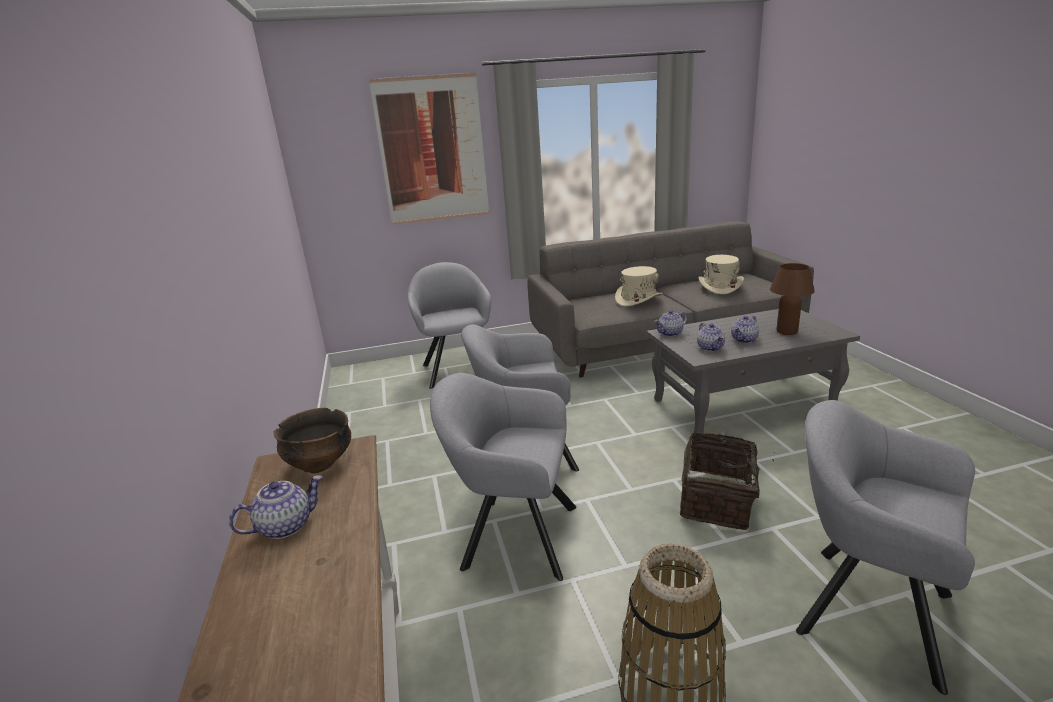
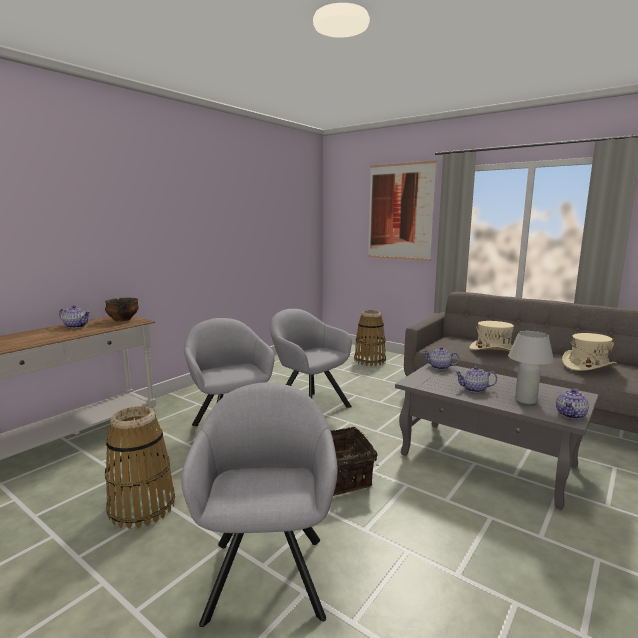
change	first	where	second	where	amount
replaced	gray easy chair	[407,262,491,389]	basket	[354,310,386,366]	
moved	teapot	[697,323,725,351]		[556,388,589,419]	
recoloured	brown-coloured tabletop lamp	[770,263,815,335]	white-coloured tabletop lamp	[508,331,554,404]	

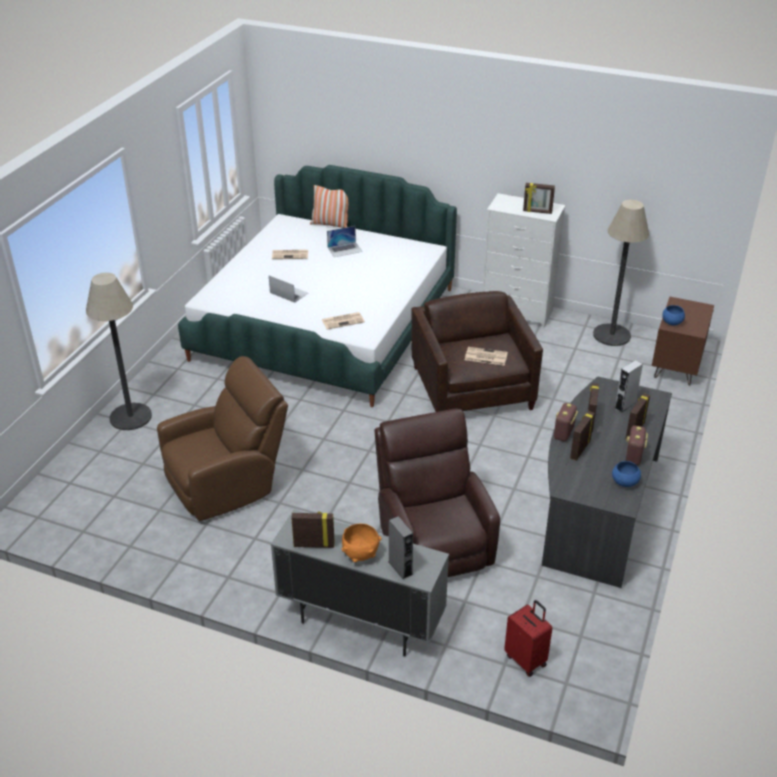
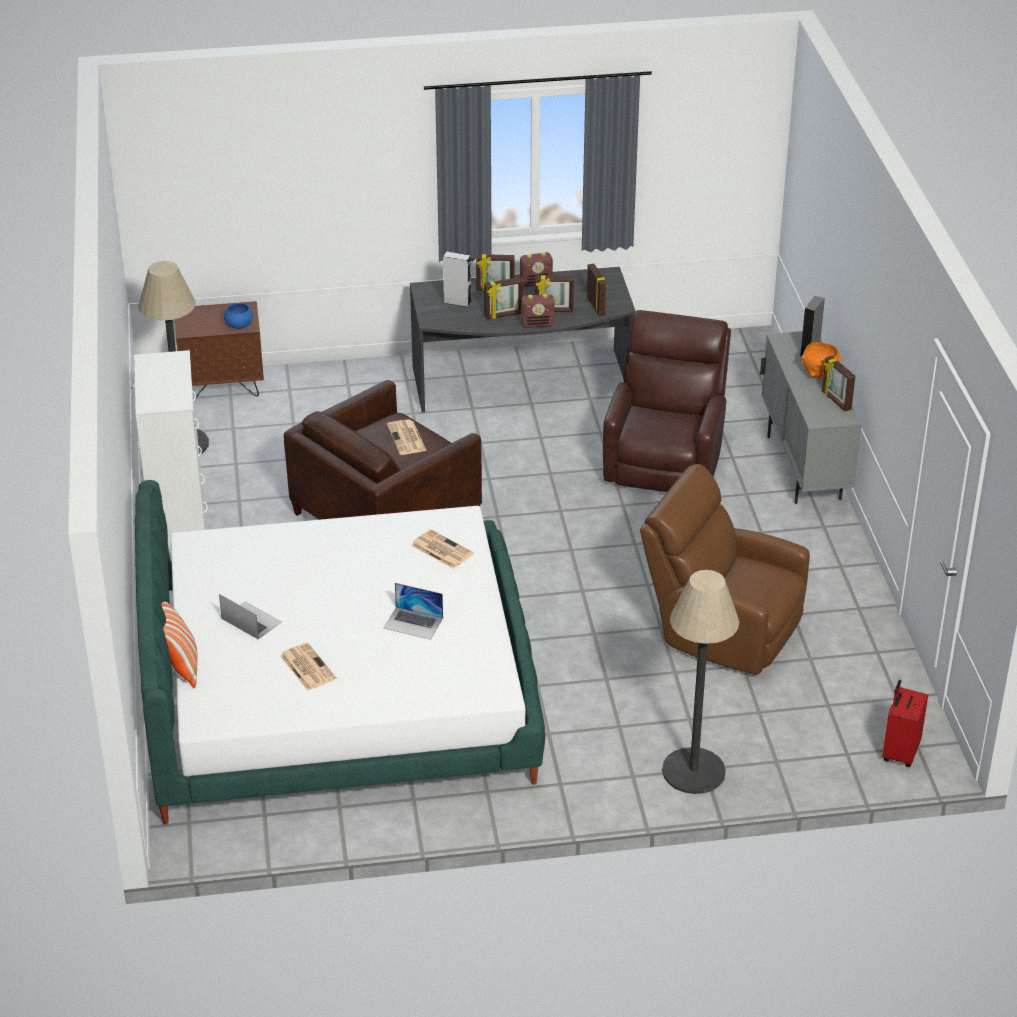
change	first	where	second	where	amount
turned	portable computer	[269,276,308,303]		[383,583,443,640]	75 degrees counterclockwise
turned	brown-coloured easy chair	[374,408,500,577]		[603,310,731,492]	150 degrees clockwise
moved	red-coloured travel case	[504,600,552,677]		[882,680,928,767]	
moved	standing frame	[523,183,555,214]		[587,264,608,316]	
removed	blue-coloured deep dish	[612,461,641,487]			

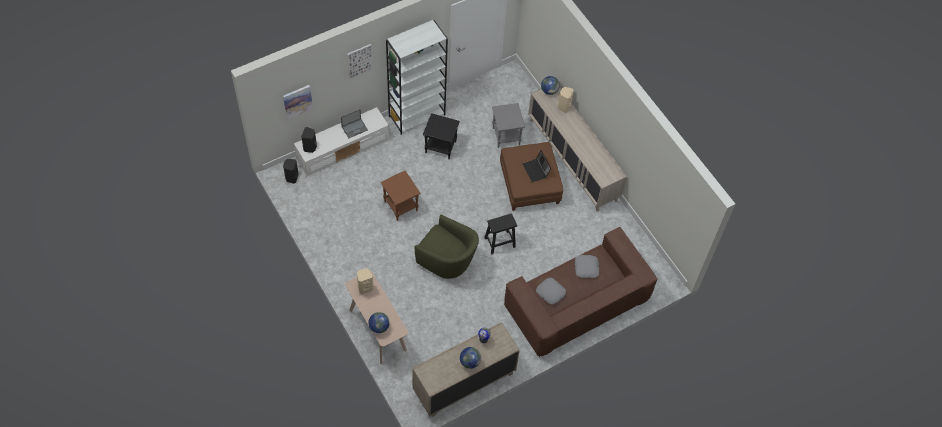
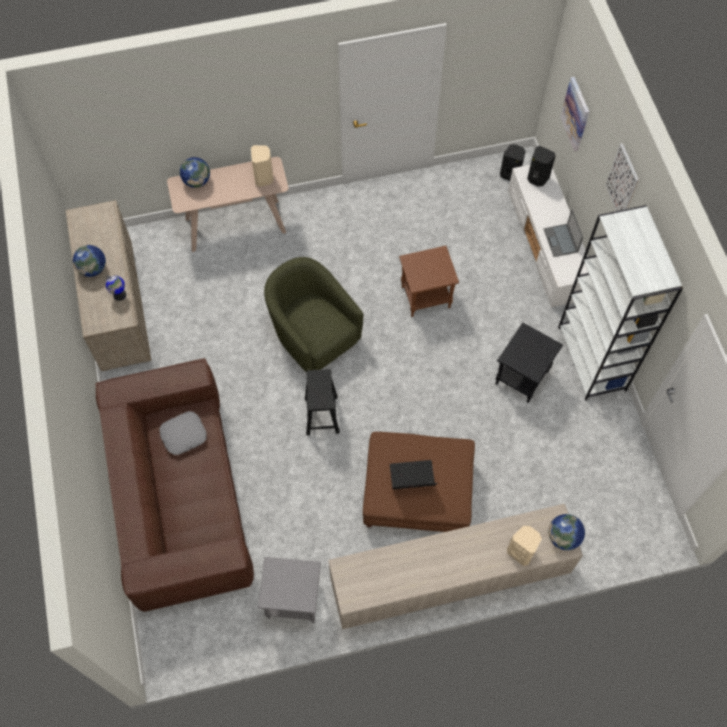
change	first	where	second	where	amount
turned	greenish easy chair	[414,215,479,279]		[264,257,363,372]	90 degrees clockwise
moved	gray accent table	[492,103,525,148]		[258,557,321,623]	
removed	gray throw pillow	[575,255,599,278]			

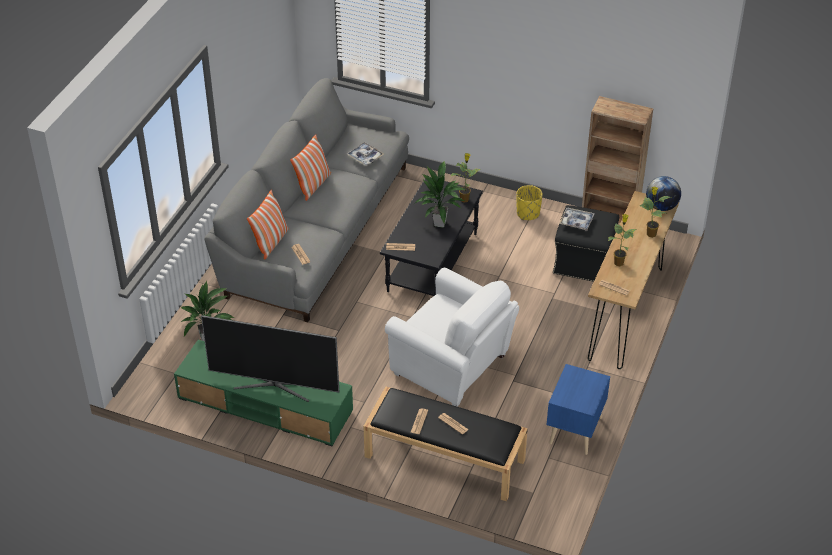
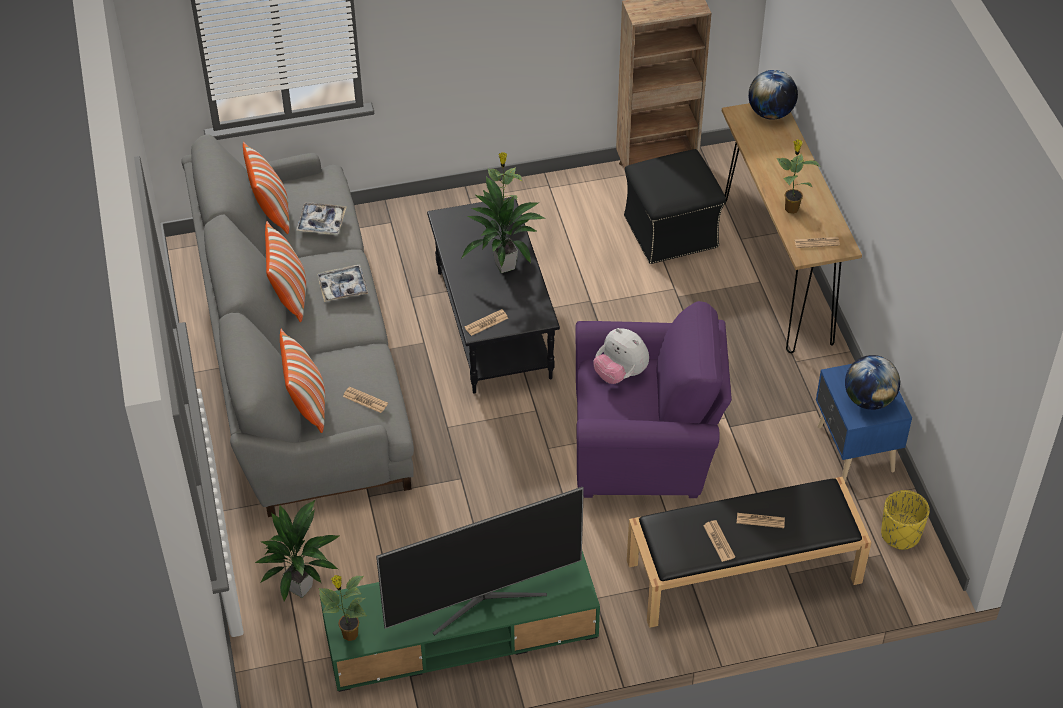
change	first	where	second	where	amount
recoloured	white-coloured easy chair	[385,267,519,407]	purplish easy chair	[575,301,732,498]	
moved	yellowish planter	[516,185,543,220]		[881,490,930,550]	
moved	serving tray	[559,208,594,231]		[317,265,368,302]	
moved	houseplant	[639,186,671,238]		[319,575,367,641]	
added			throw pillow	[243,141,289,234]	
added			soft toy	[593,328,649,384]	
added			desk globe	[845,355,900,410]	

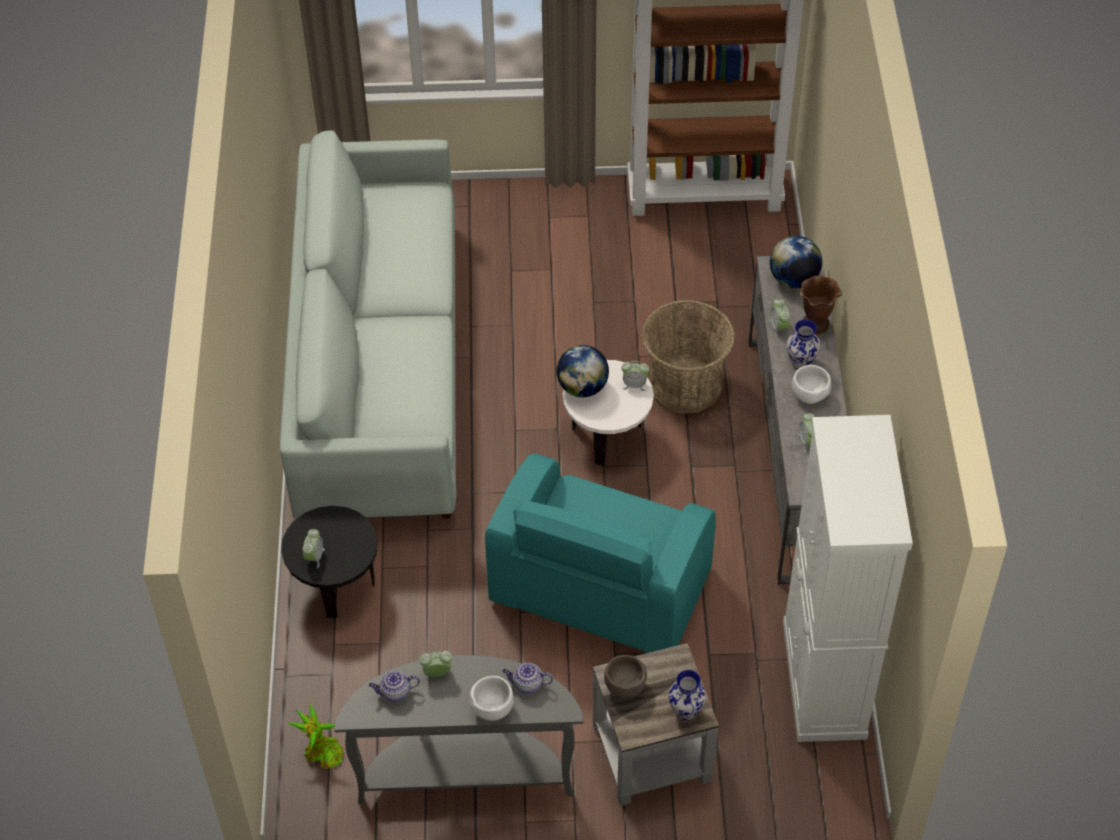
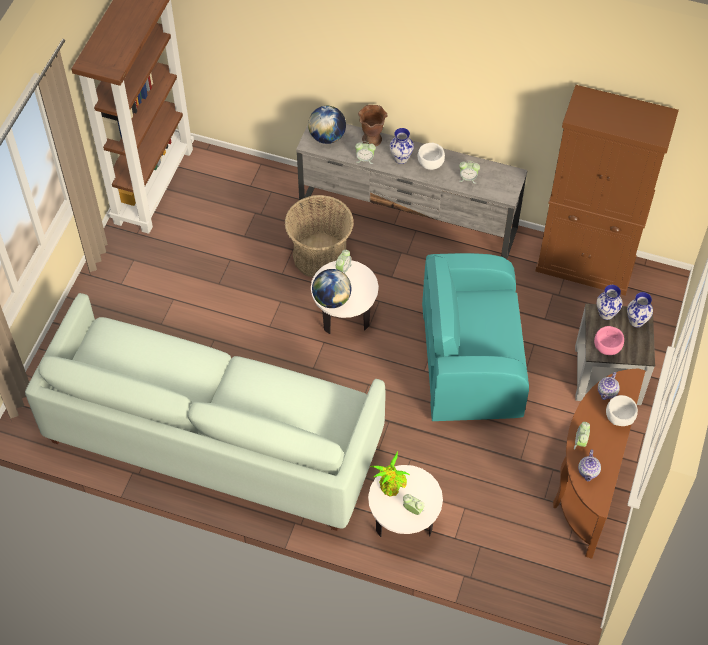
change	first	where	second	where	amount
recoloured	black-coloured accent table	[281,506,378,618]	white-coloured accent table	[368,465,443,537]	
moved	houseplant	[288,703,343,769]		[370,451,410,497]	
recoloured	gray console table	[334,655,583,804]	brown-coloured console table	[553,368,645,559]	
turned	blue-green easy chair	[485,453,716,653]		[422,253,529,421]	135 degrees clockwise
recoloured	brown-coloured deep dish	[604,655,647,698]	pink-coloured deep dish	[594,326,624,355]	
recoloured	white-coloured cupboard	[783,415,913,742]	brown-coloured cupboard	[535,85,679,296]	
added			vase	[597,285,622,320]	

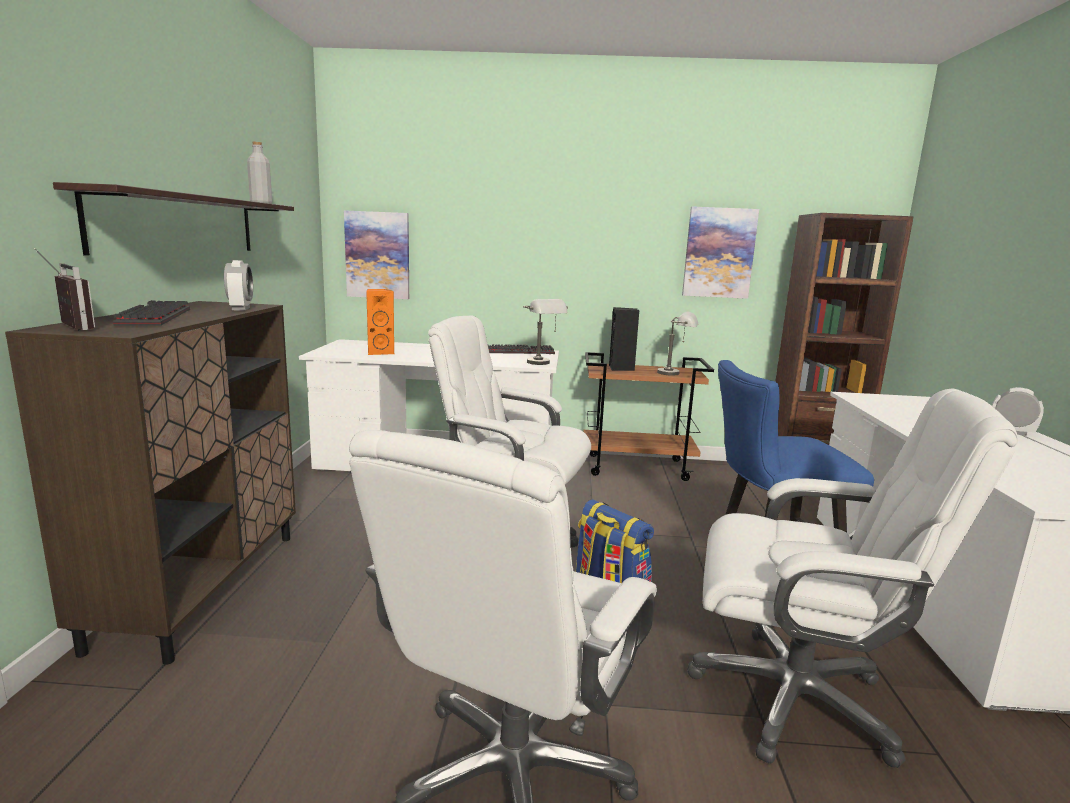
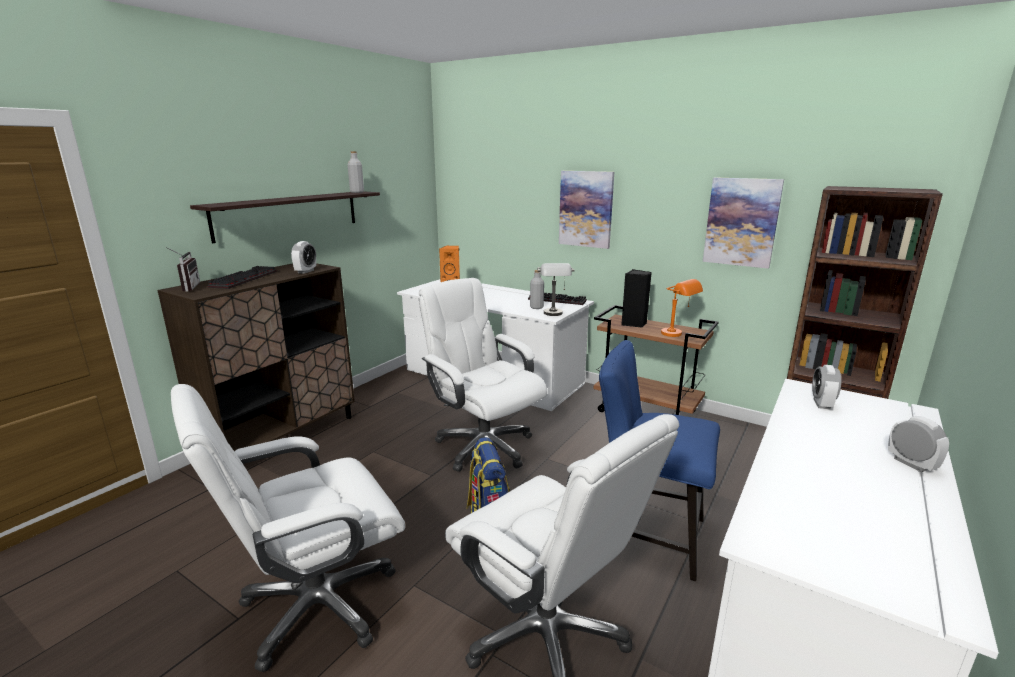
change	first	where	second	where	amount
moved	wall art	[344,210,409,299]		[559,171,614,249]	
recoloured	gray tabletop lamp	[657,312,698,376]	orange tabletop lamp	[661,279,703,337]	
added			gray bottle	[530,270,544,309]	
added			table clock	[812,365,841,409]	

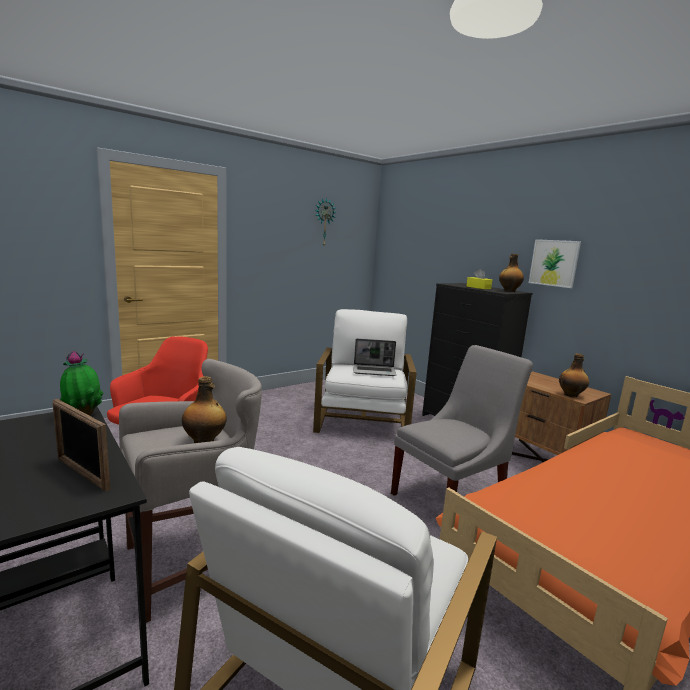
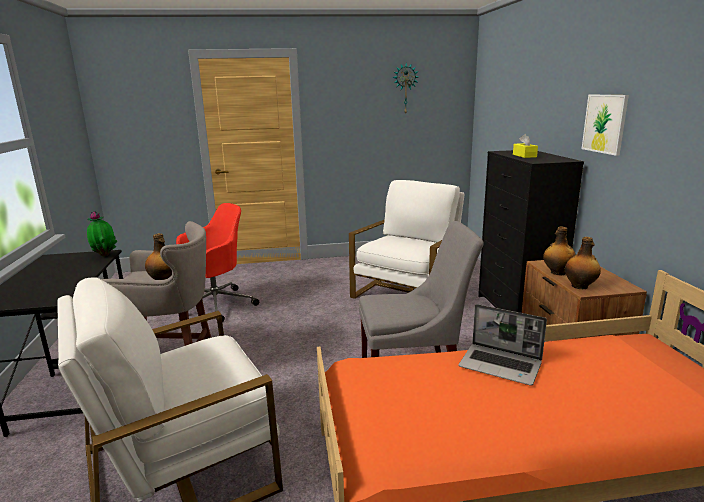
change	first	where	second	where	amount
removed	standing frame	[52,399,110,491]			
moved	portable computer	[353,339,396,376]		[458,304,547,386]	
moved	bottle	[499,254,524,292]		[543,226,576,275]	

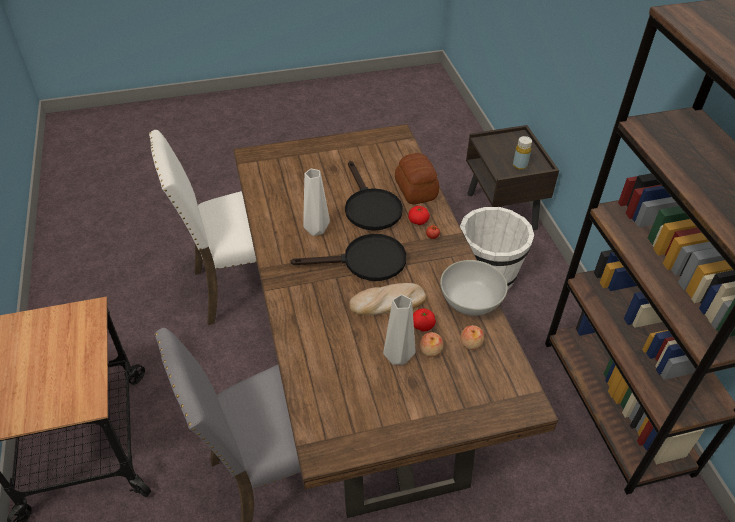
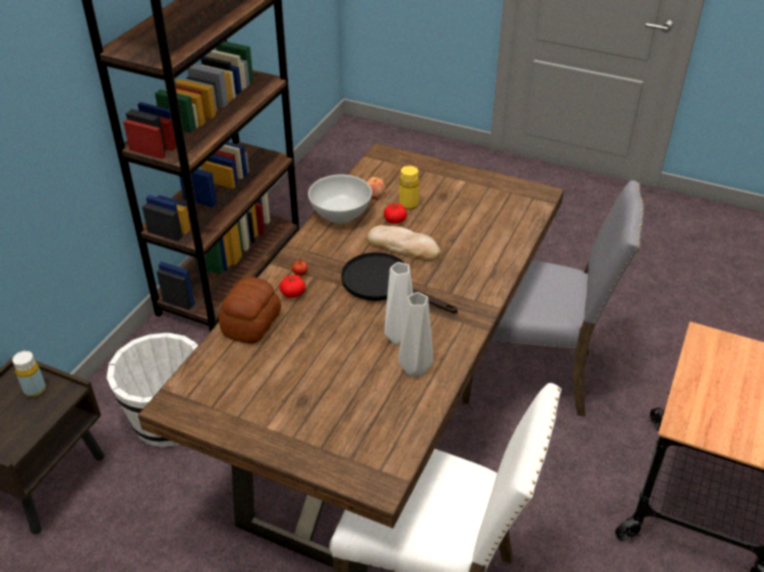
change	first	where	second	where	amount
removed	black-coloured skillet	[345,161,403,231]			
moved	gray vase	[383,295,415,365]		[398,292,433,376]	
replaced	whole apple	[420,332,443,357]	yellowish bottle	[399,166,419,210]	

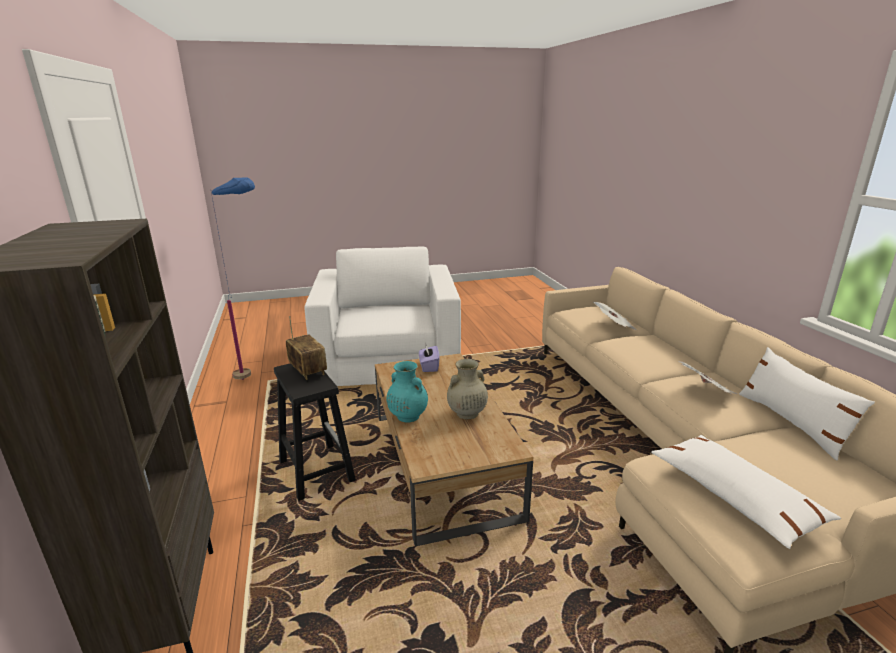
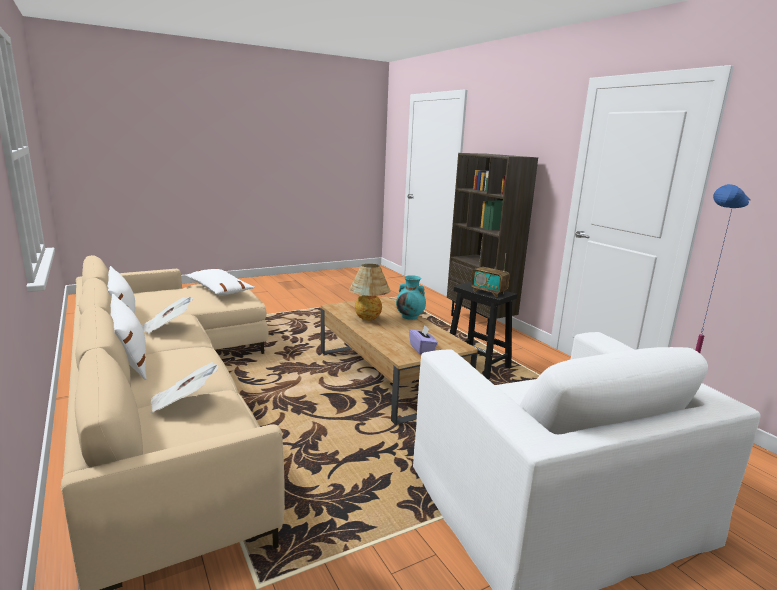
change	first	where	second	where	amount
replaced	beige-coloured vase	[447,359,488,419]	tabletop lamp	[349,264,391,321]	
added			white-coloured throw pillow	[111,294,147,380]	

